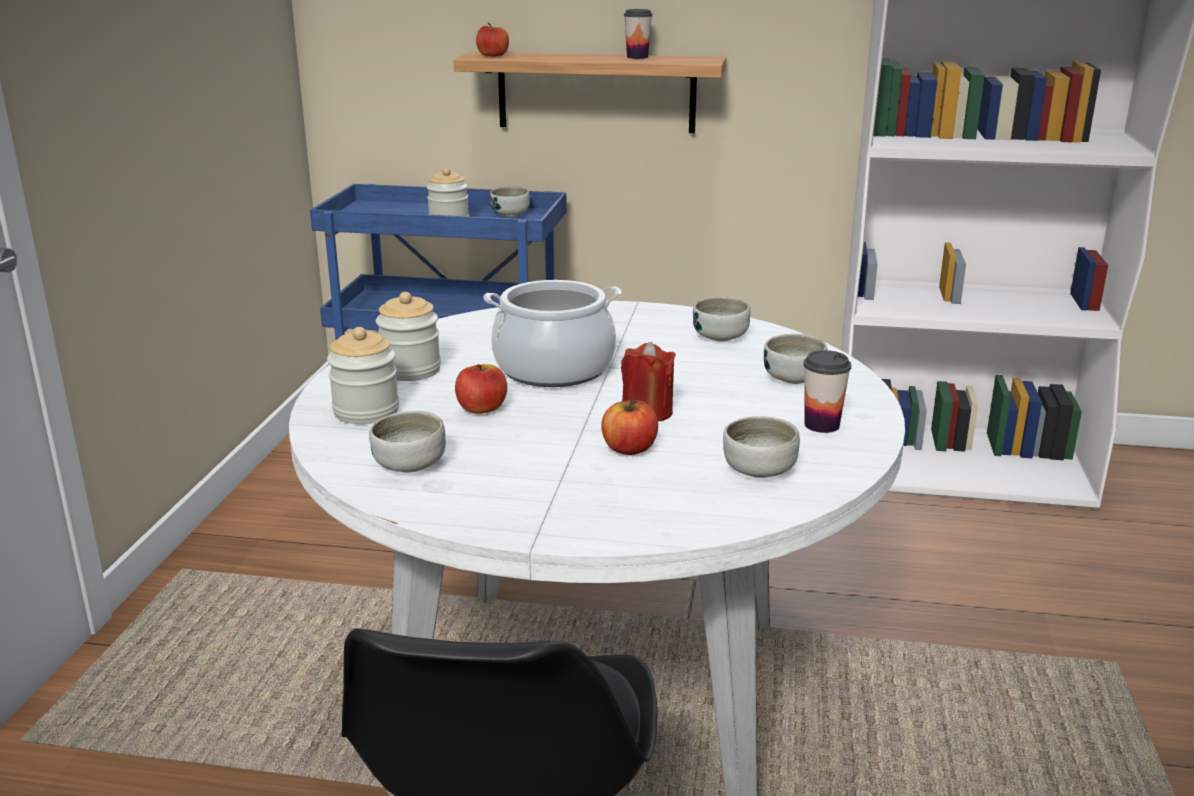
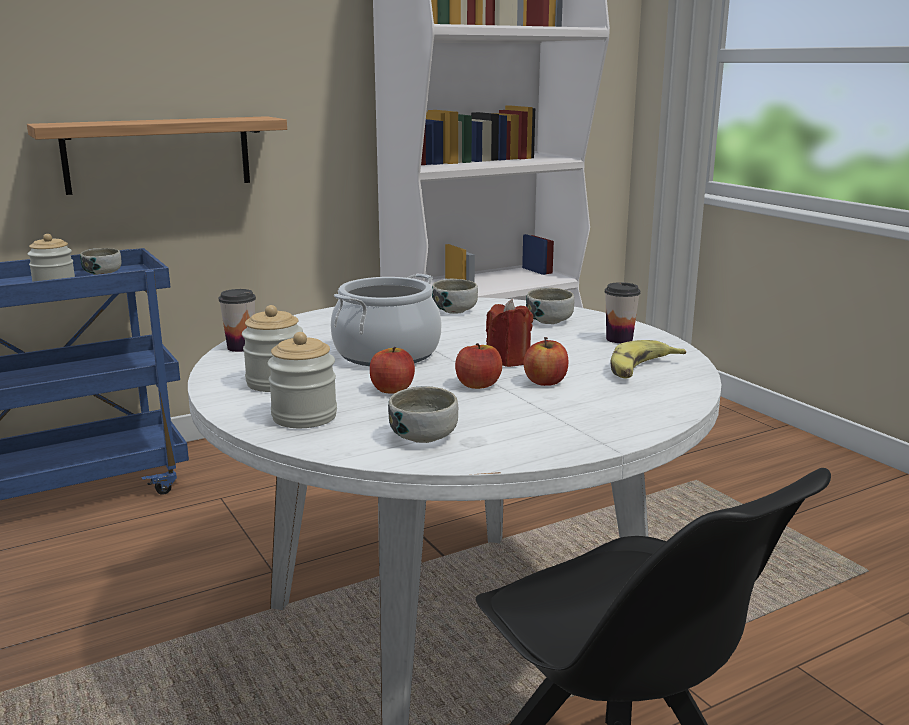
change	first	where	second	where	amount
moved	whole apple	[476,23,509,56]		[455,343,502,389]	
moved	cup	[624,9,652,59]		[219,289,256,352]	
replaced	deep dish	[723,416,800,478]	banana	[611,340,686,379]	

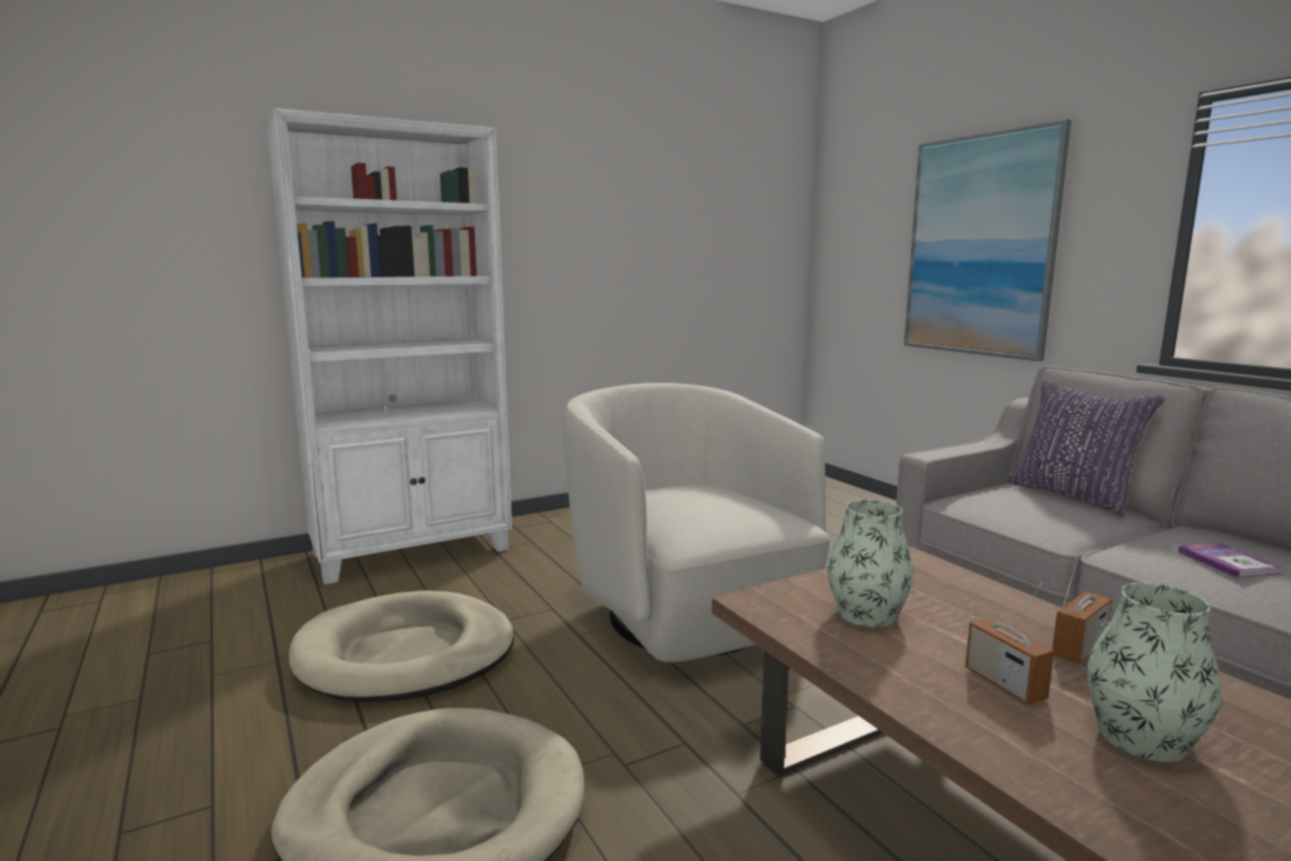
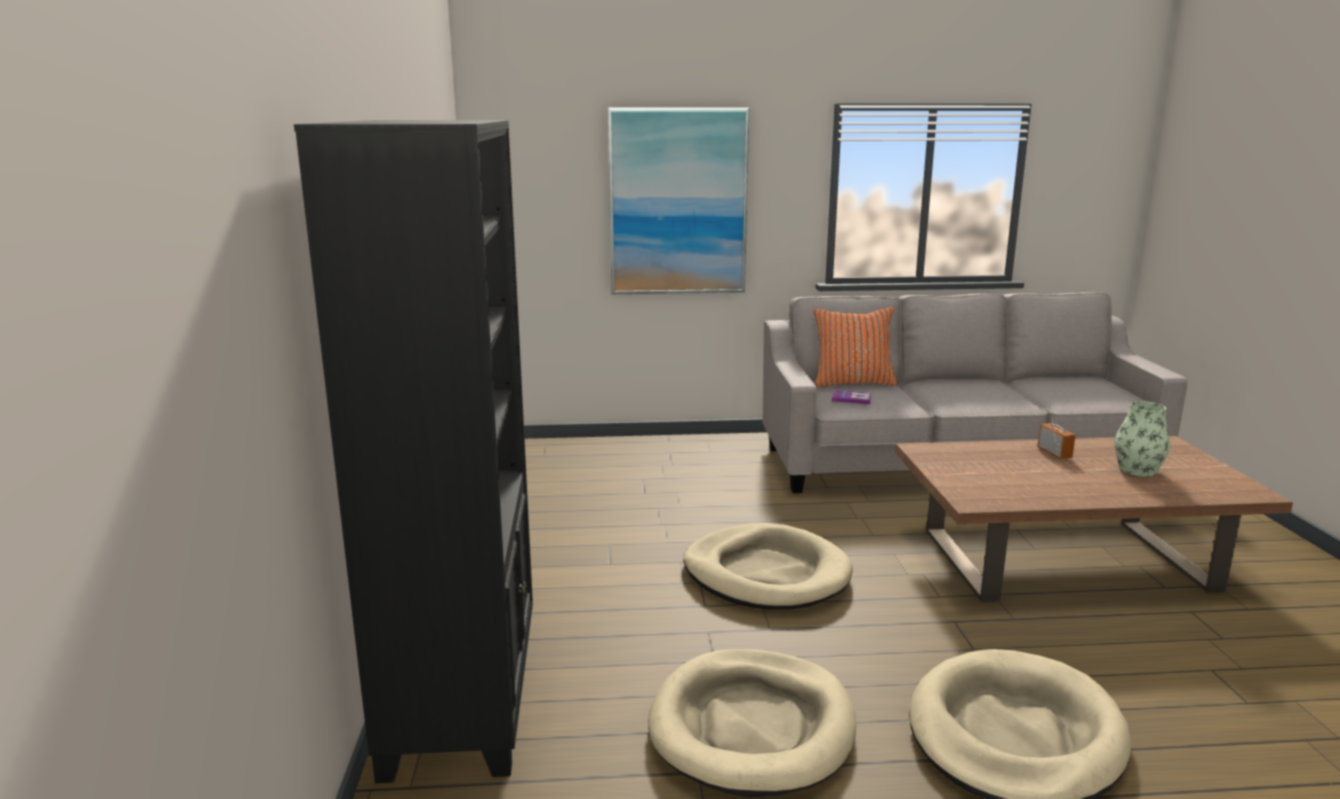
change	first	where	second	where	amount
recoloured	white-coloured bookcase	[266,108,512,585]	black-coloured bookcase	[294,120,533,783]	
replaced	beige-coloured easy chair	[563,383,830,663]	beige-coloured dog bed	[683,523,853,610]	
removed	vase	[827,500,914,628]			
removed	radio	[965,582,1054,705]			
recoloured	purplish throw pillow	[1007,380,1165,516]	orange throw pillow	[813,307,897,387]	
moved	bound book	[1178,543,1283,578]		[832,390,872,404]	

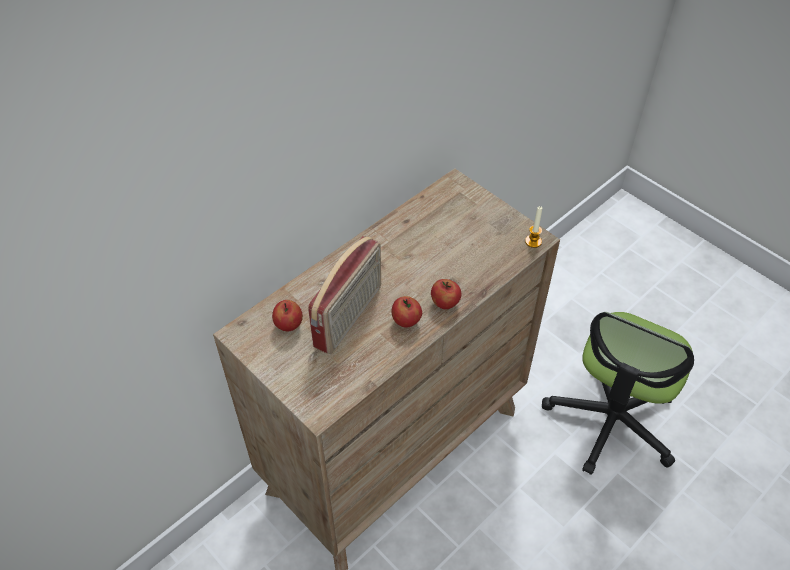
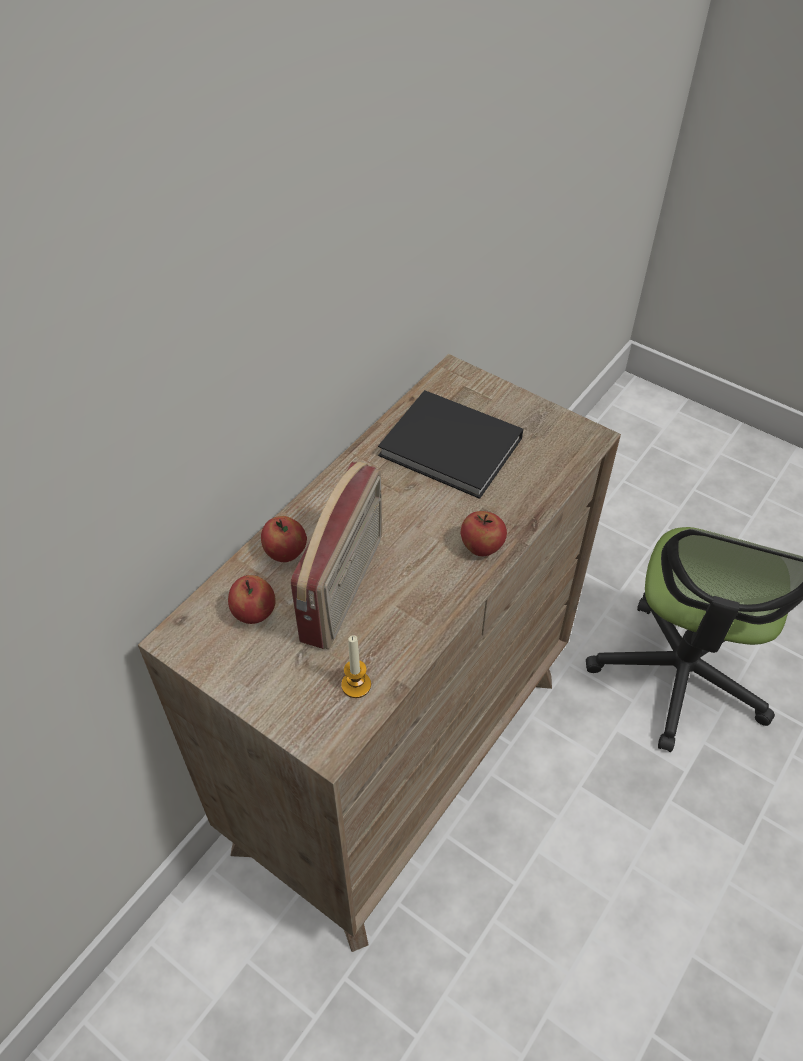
change	first	where	second	where	amount
moved	whole apple	[392,296,422,328]		[261,516,307,562]	
moved	candle	[525,206,542,248]		[341,635,371,698]	
added			black-coloured bound book	[378,390,523,499]	

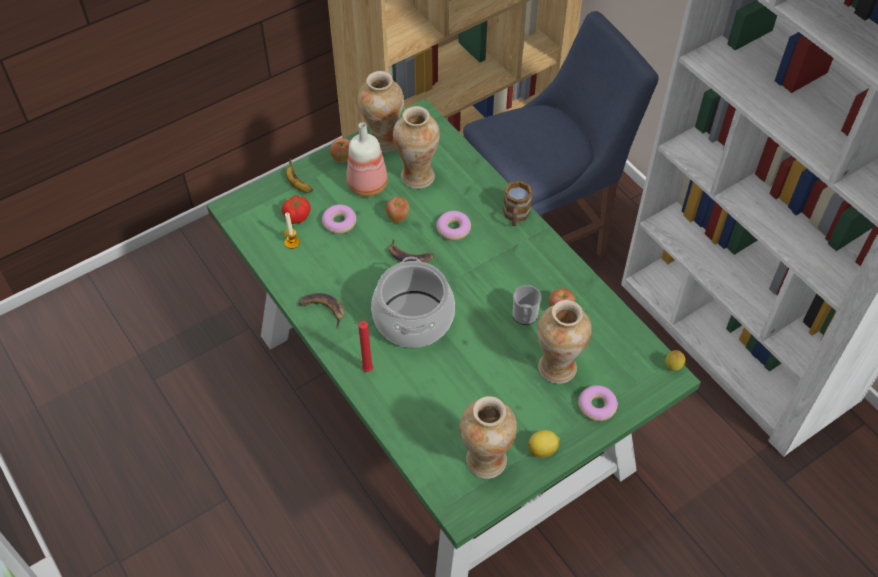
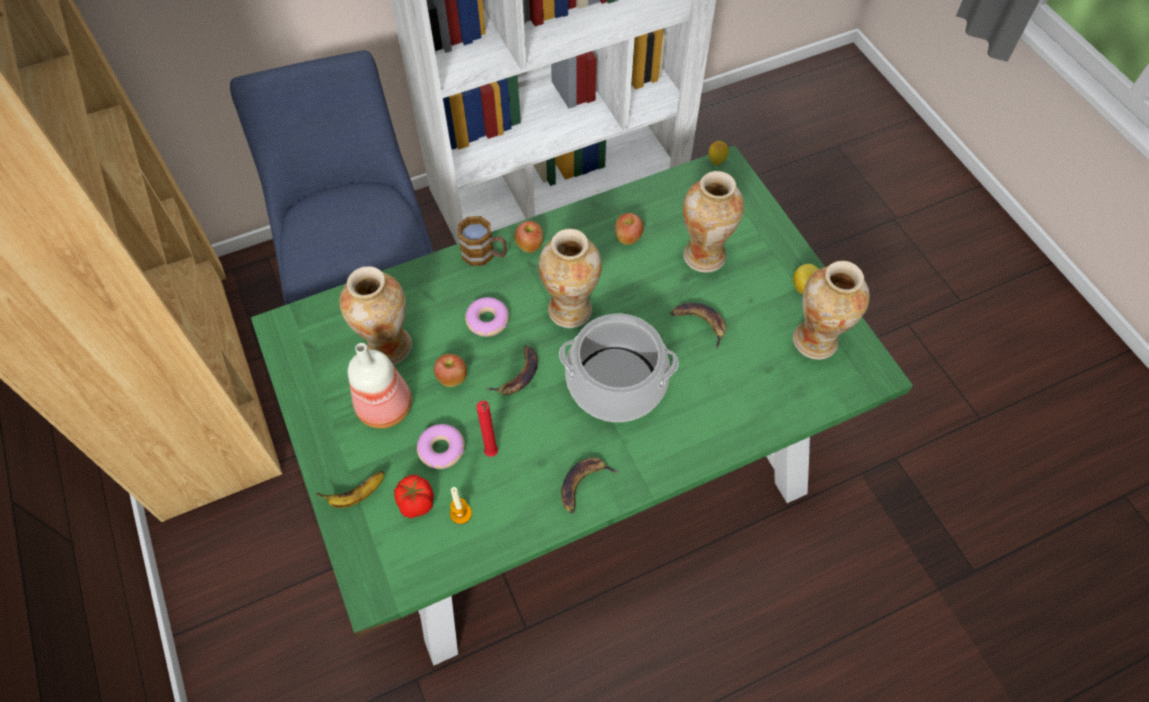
change	first	where	second	where	amount
moved	whole apple	[330,138,350,162]		[515,221,543,253]	
moved	red-coloured candle	[353,321,373,372]		[477,401,498,457]	
moved	vase	[358,71,404,153]		[539,229,602,328]	
removed	coffee mug	[513,285,541,325]			
removed	donut	[578,385,618,421]			
added			banana	[670,303,726,349]	

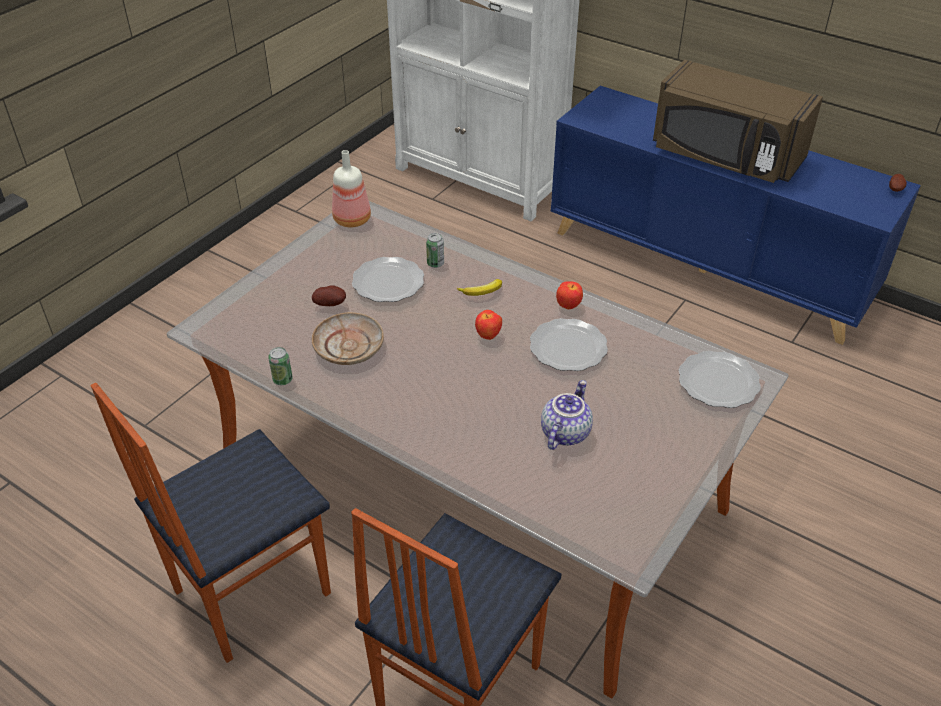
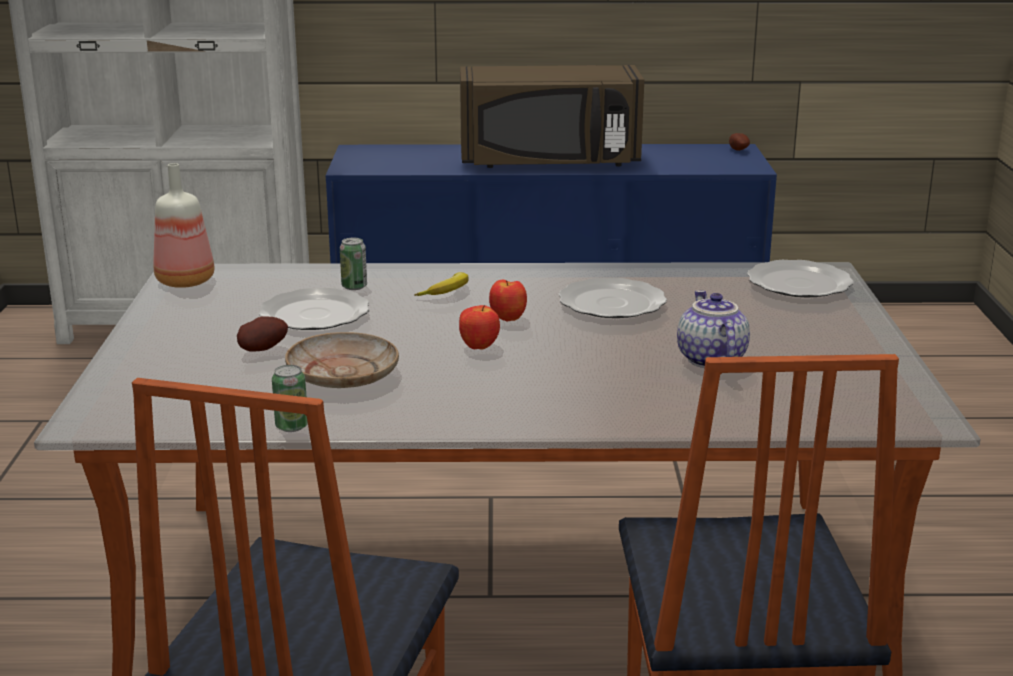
change	first	where	second	where	amount
moved	whole apple	[556,281,583,309]		[459,305,500,349]	

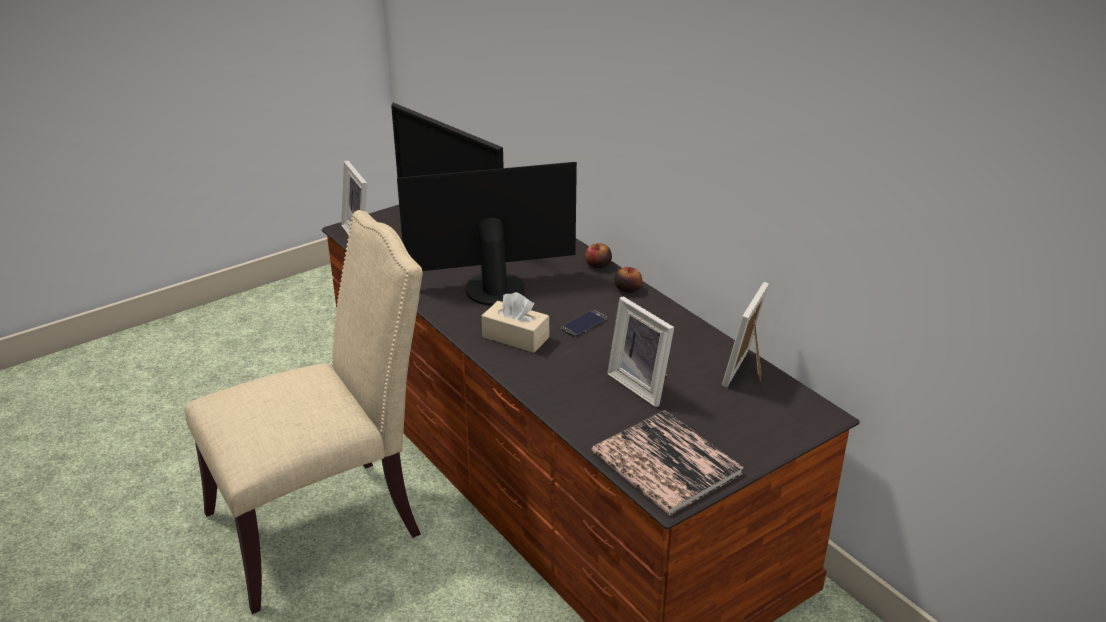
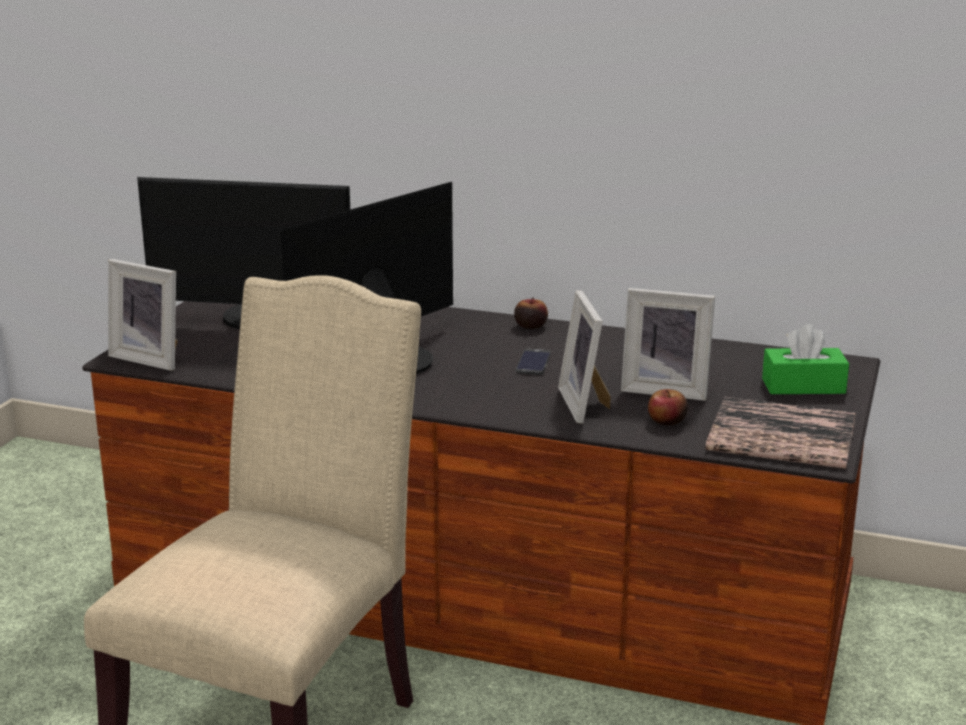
change	first	where	second	where	amount
removed	beige-coloured box of tissues	[482,292,549,353]			
moved	whole apple	[585,243,612,268]		[648,389,688,425]	
moved	standing frame	[722,282,769,388]		[558,290,611,424]	
added			greenish box of tissues	[762,324,849,394]	

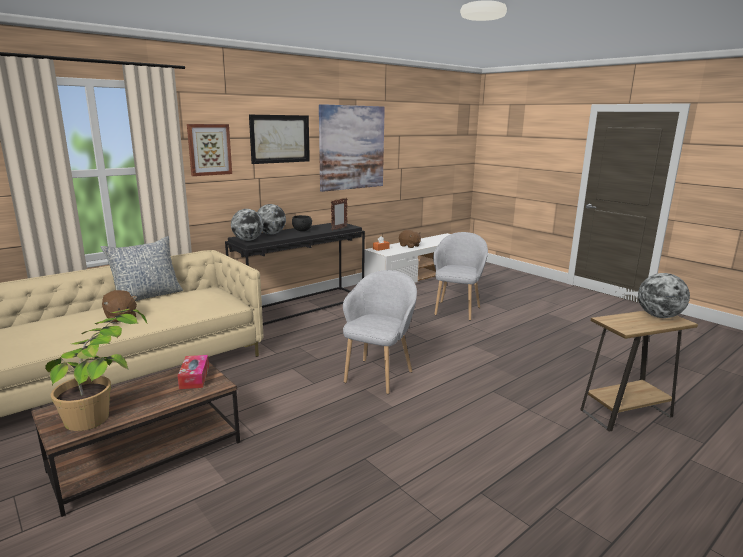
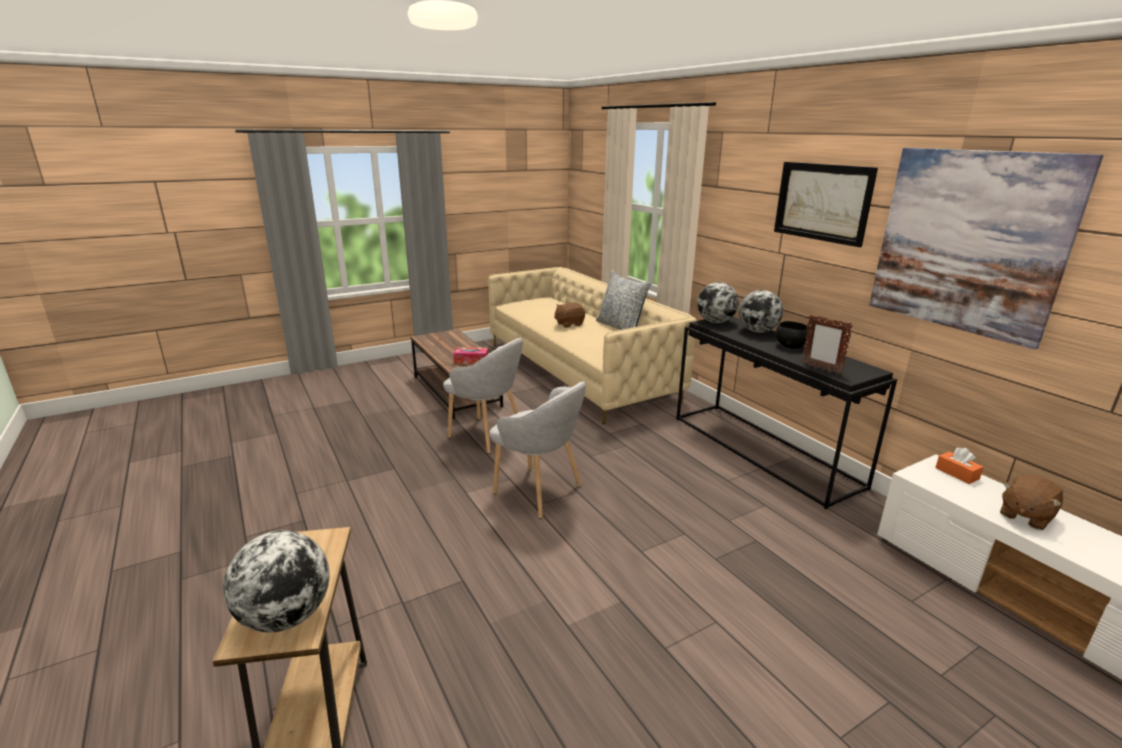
change	first	where	second	where	amount
removed	houseplant	[45,309,147,431]			
removed	wall art	[187,124,232,176]			
moved	gray easy chair	[433,232,488,320]		[443,338,523,454]	

